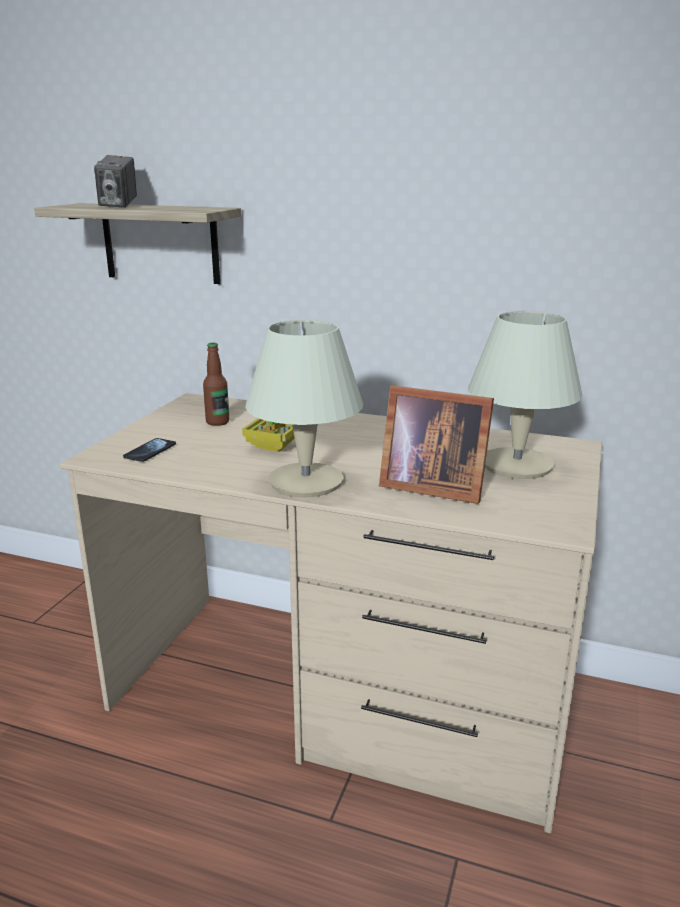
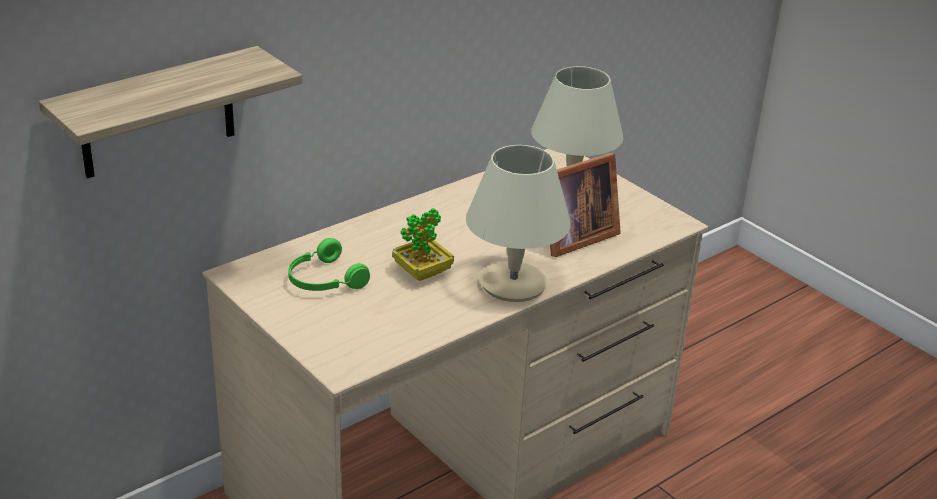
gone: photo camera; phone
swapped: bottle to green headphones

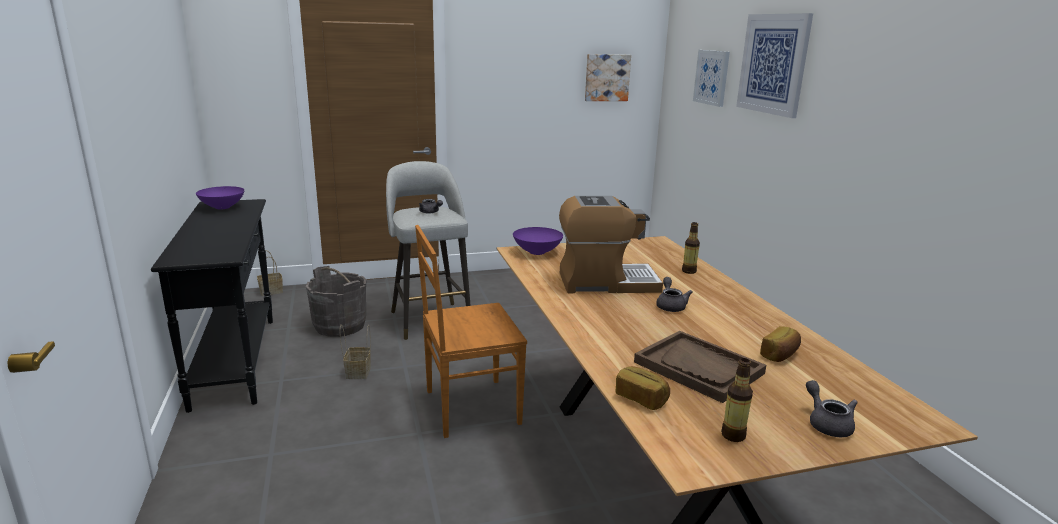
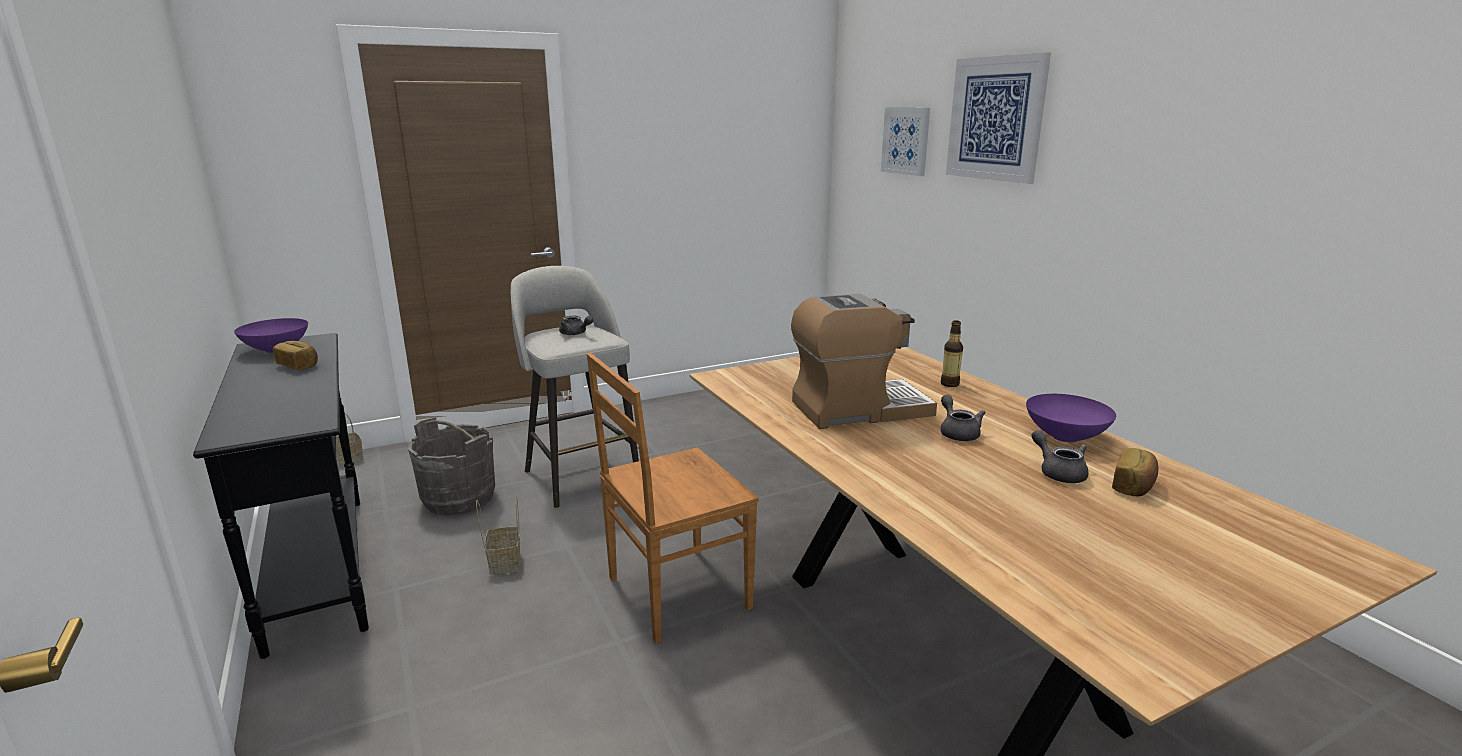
gone: picture (no. 1 from left); brown tray; bottle (no. 2 from left)
shifted: purple bowl (no. 2 from left); bread (no. 1 from left); grey teapot (no. 3 from left)

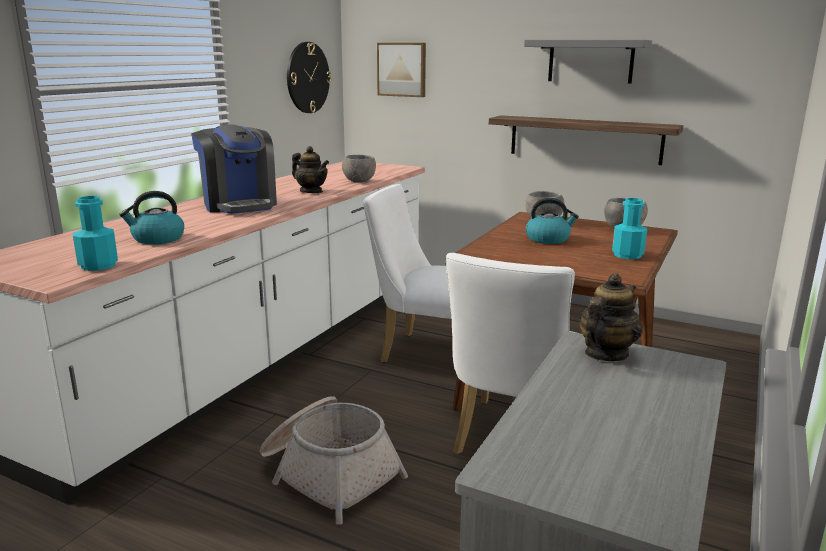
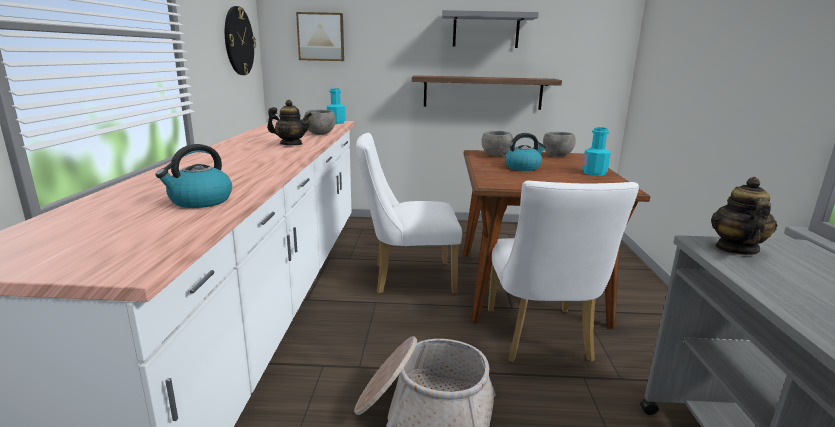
gone: coffee machine
shifted: turquoise bottle (no. 1 from left)

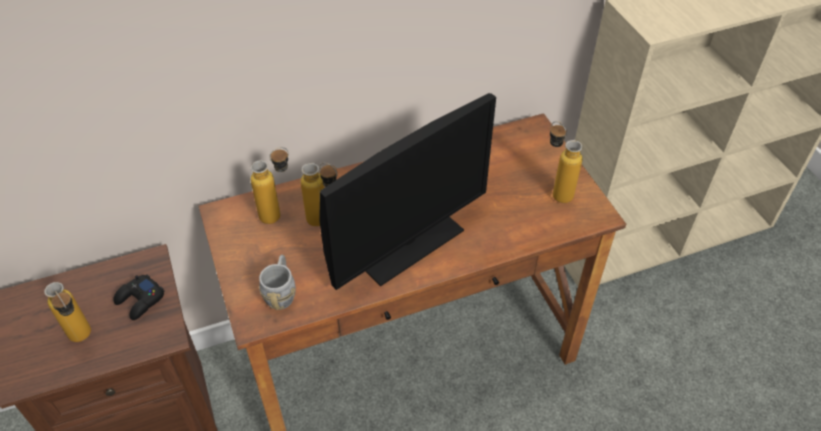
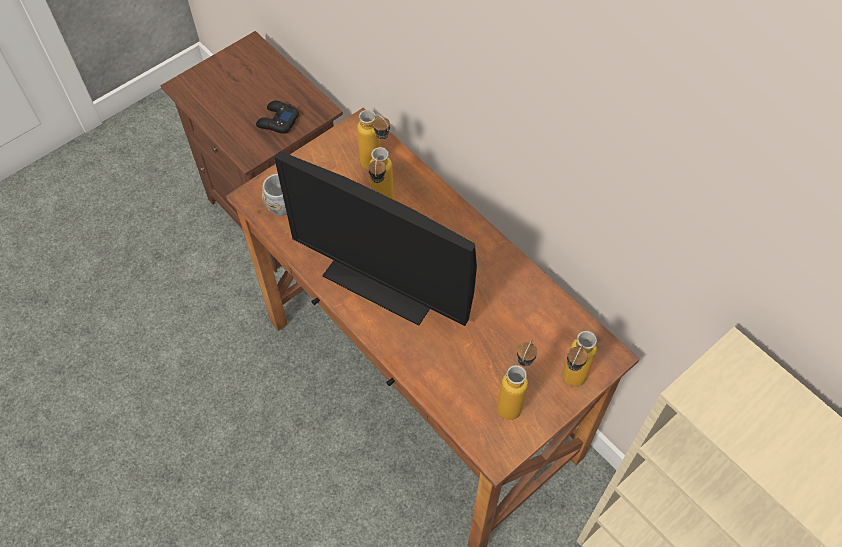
shifted: bottle (no. 1 from left in the first image) to bottle (no. 4 from left)

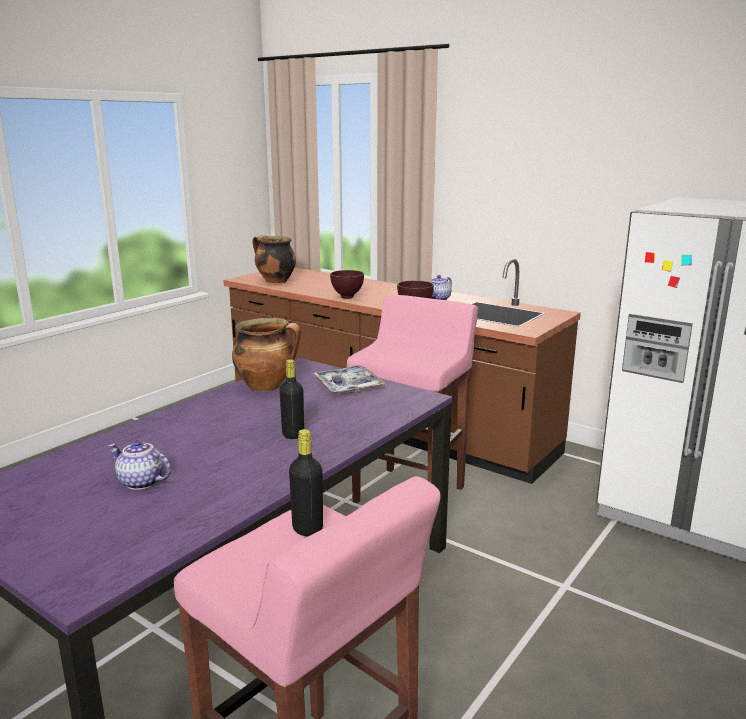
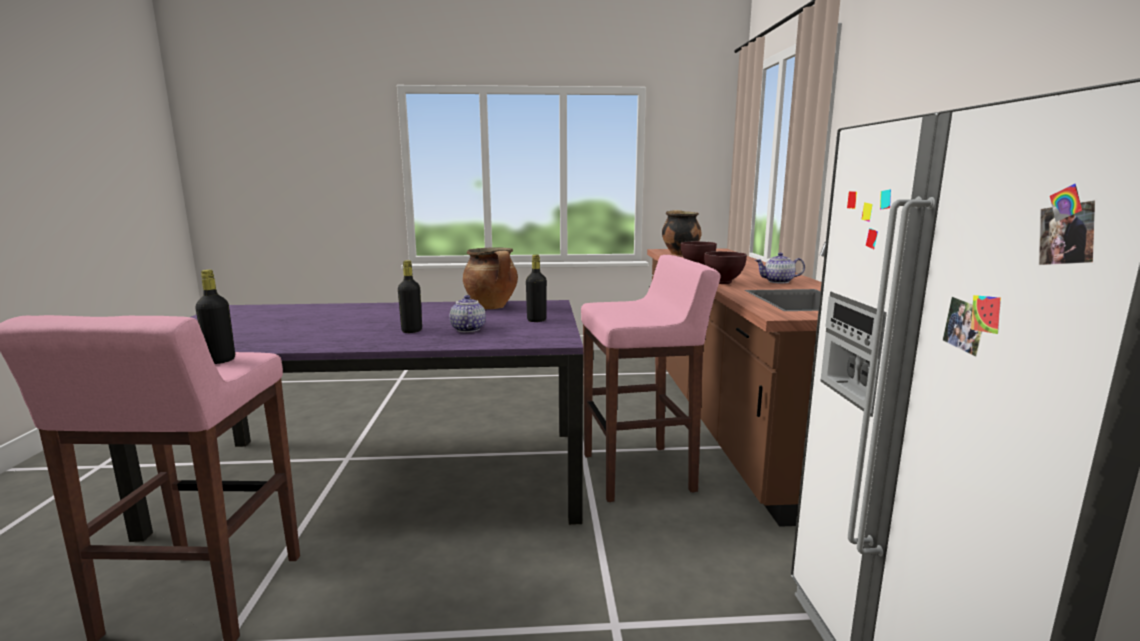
shifted: teapot (no. 1 from left)
swapped: tray to black bottle (no. 3 from left)

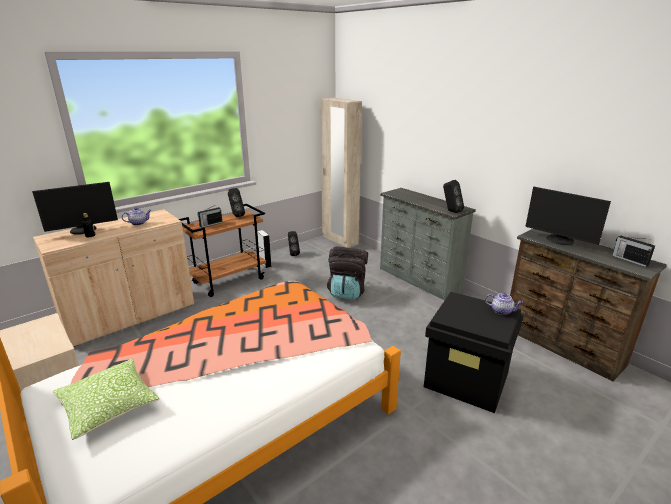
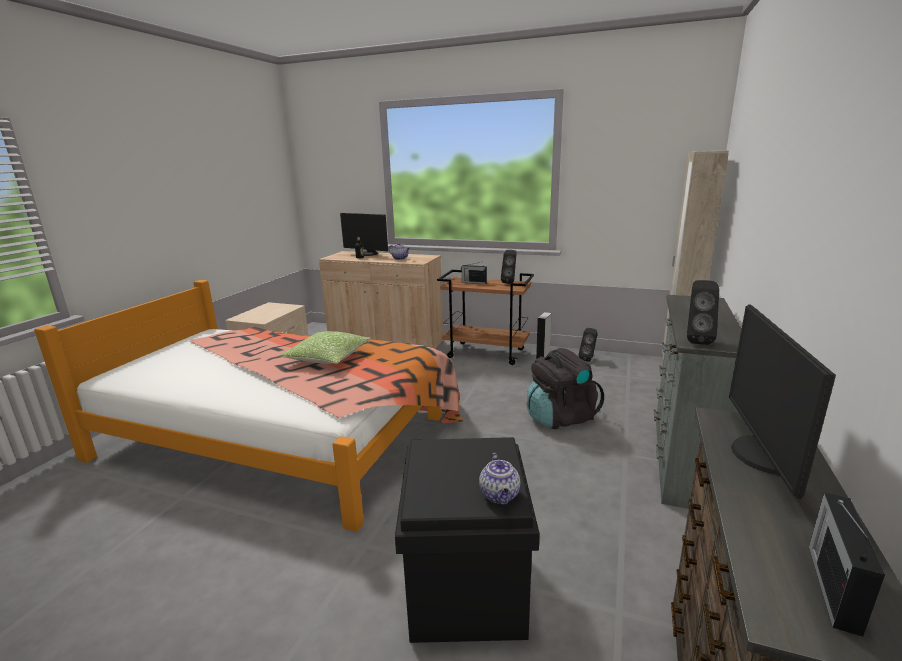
shifted: pillow

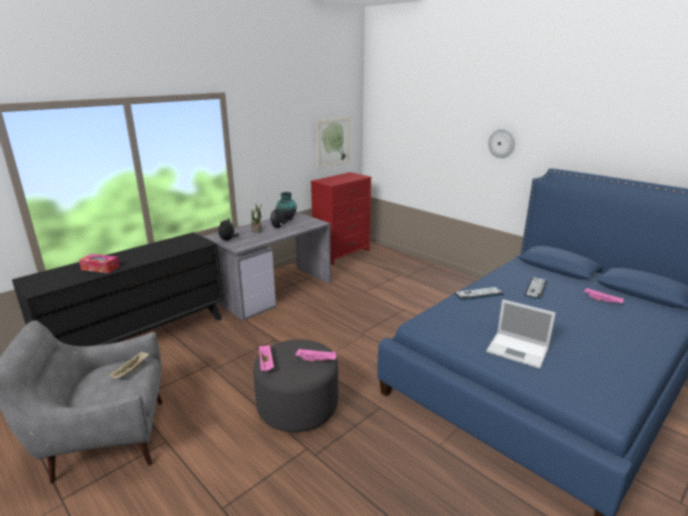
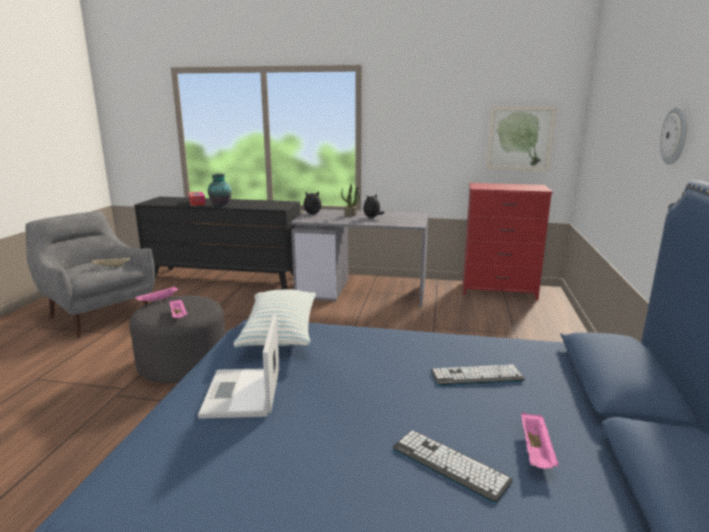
new: pillow
shifted: vase; keyboard (no. 1 from left)

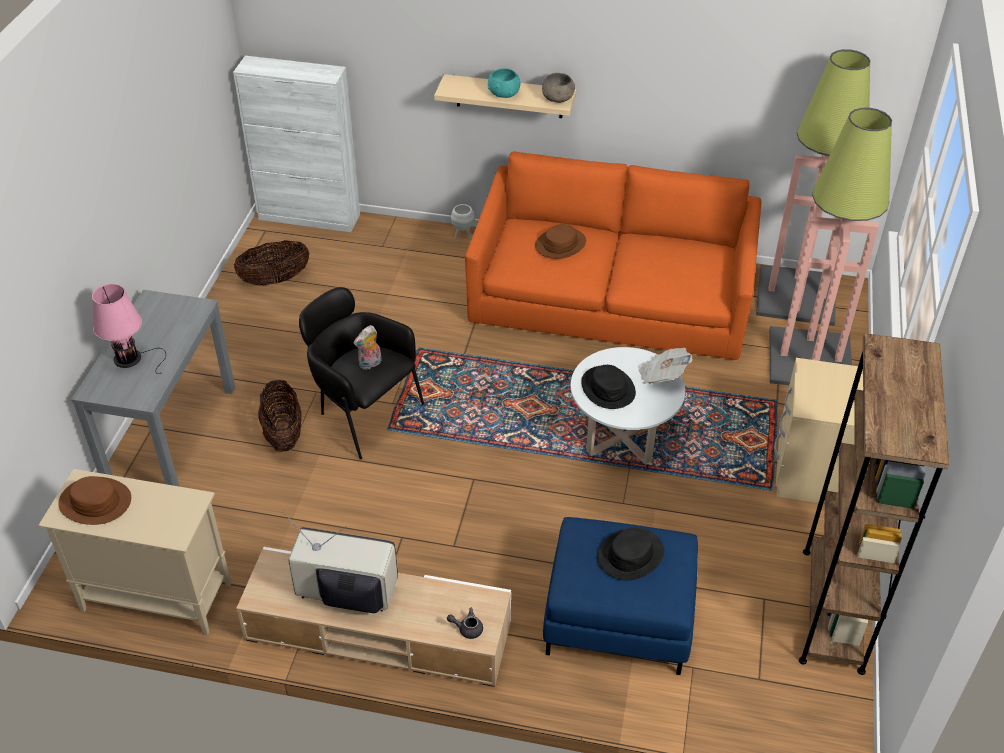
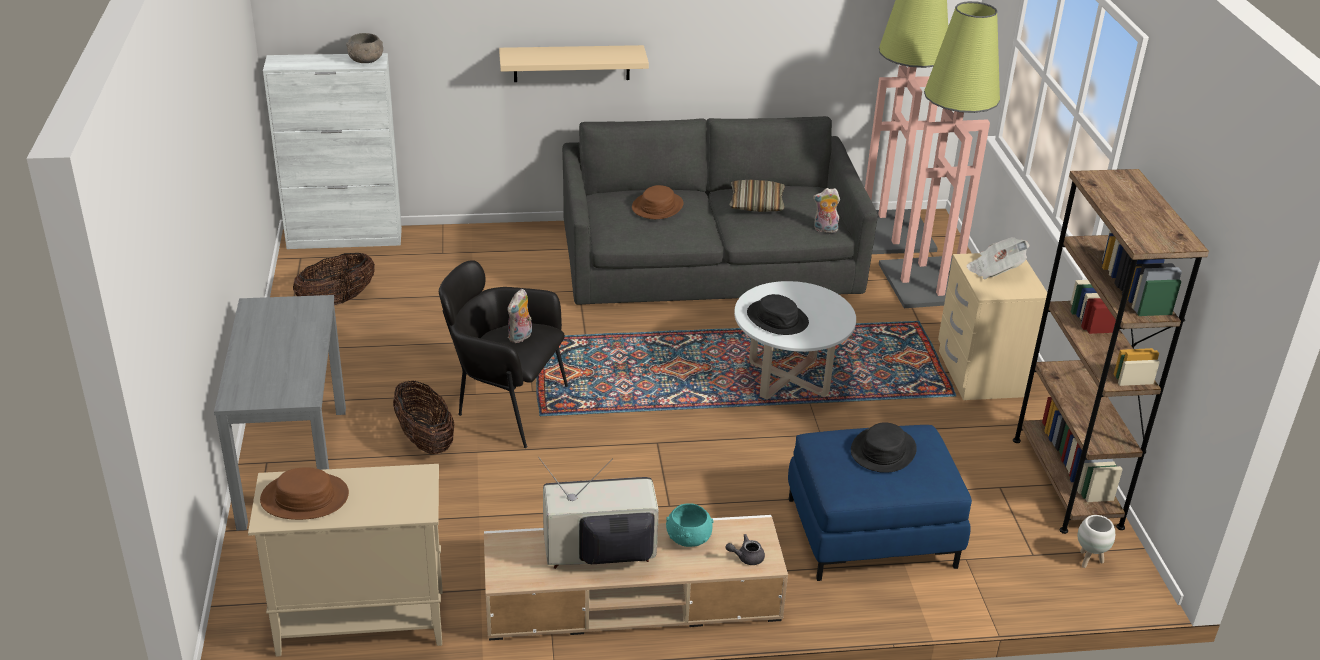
gone: pink table lamp
new: pillow; plush toy (no. 2 from left)
shifted: turquoise bowl; grey bowl; white planter; newspaper
repainted: orange sofa to grey sofa

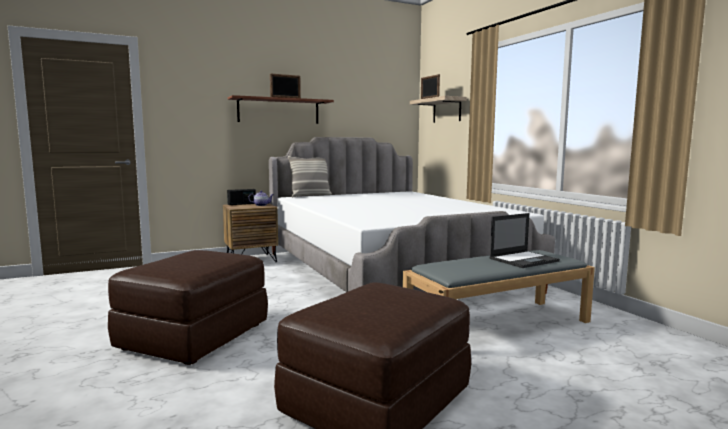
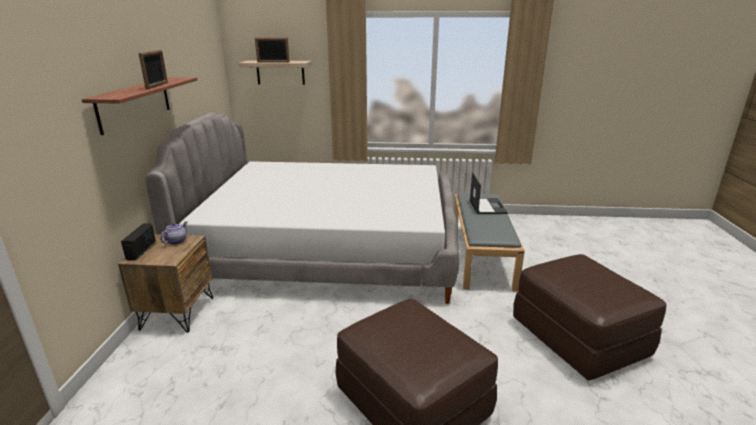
gone: pillow

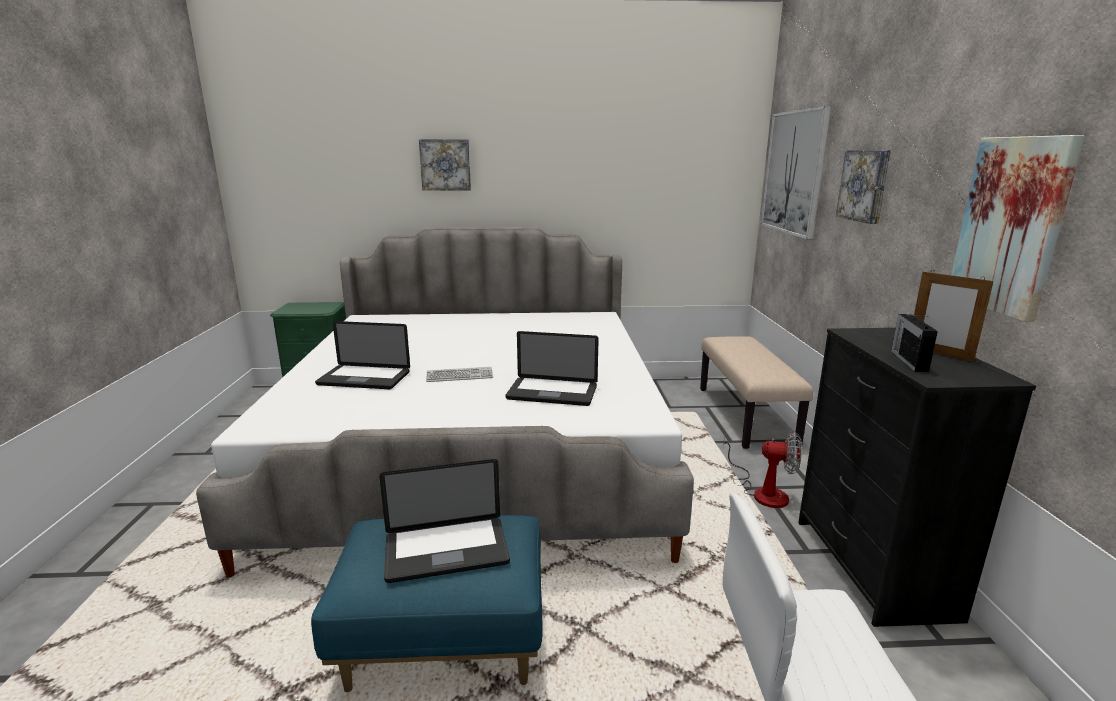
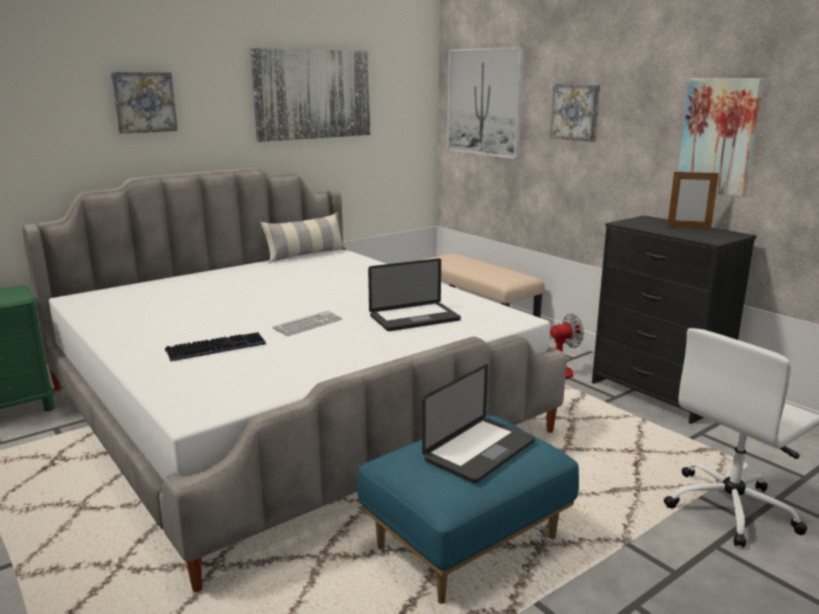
gone: radio
new: picture (no. 2 from left); pillow
swapped: laptop (no. 1 from left) to keyboard (no. 1 from left)

